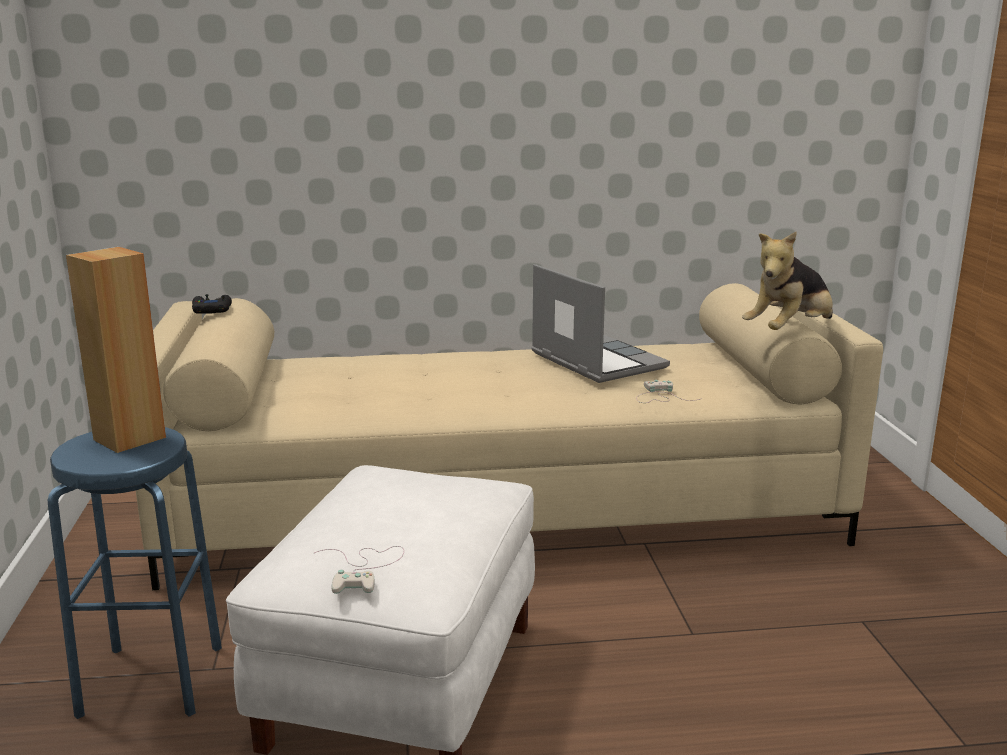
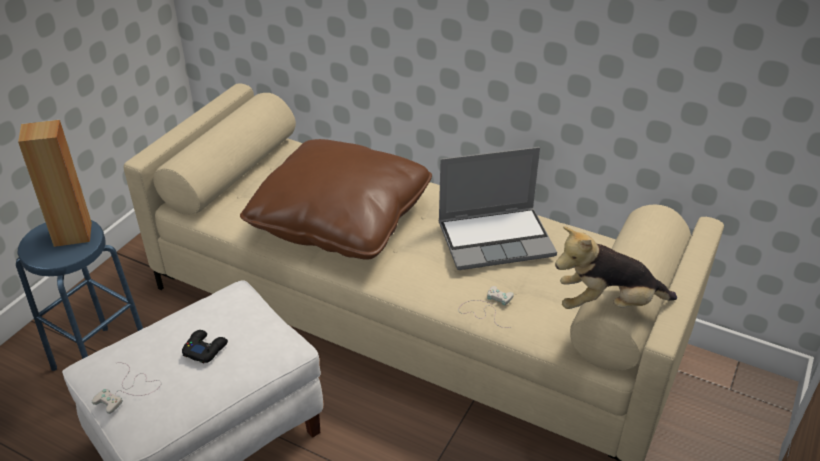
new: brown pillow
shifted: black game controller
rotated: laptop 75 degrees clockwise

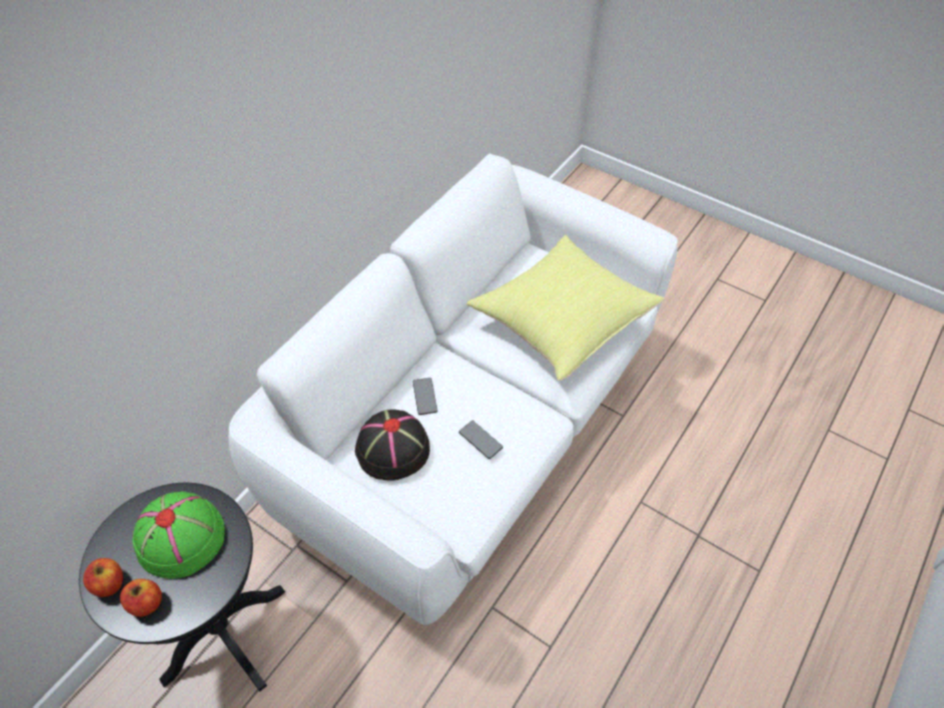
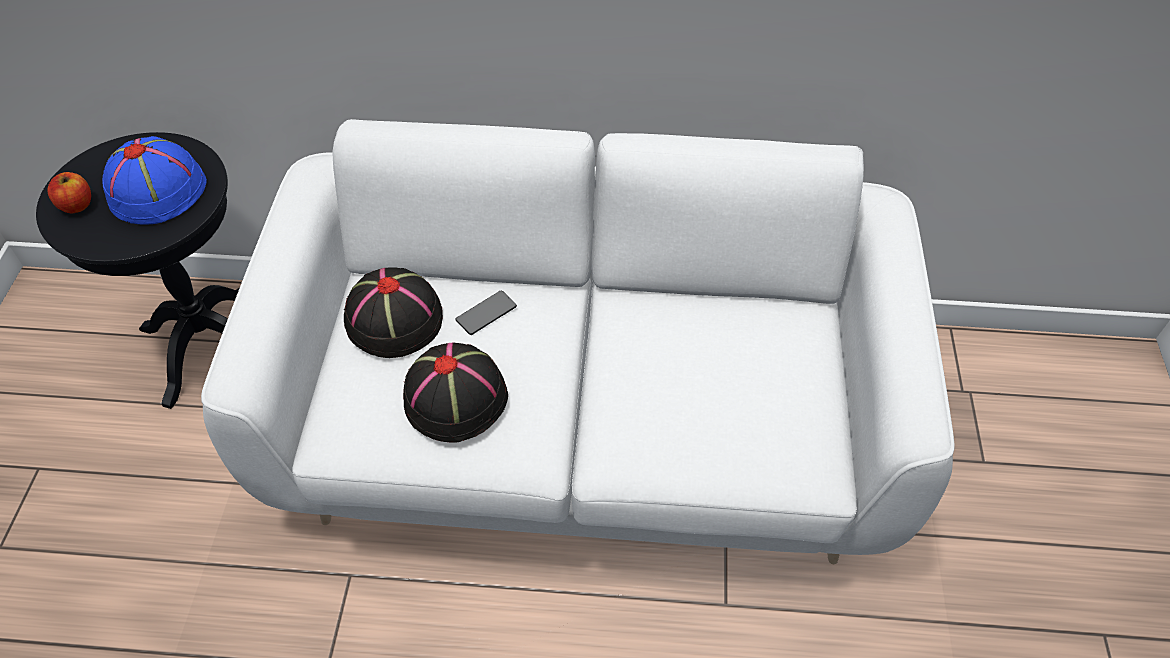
gone: yellow pillow; apple (no. 1 from left)
swapped: phone (no. 2 from left) to black hat (no. 2 from left)
repainted: green hat to blue hat

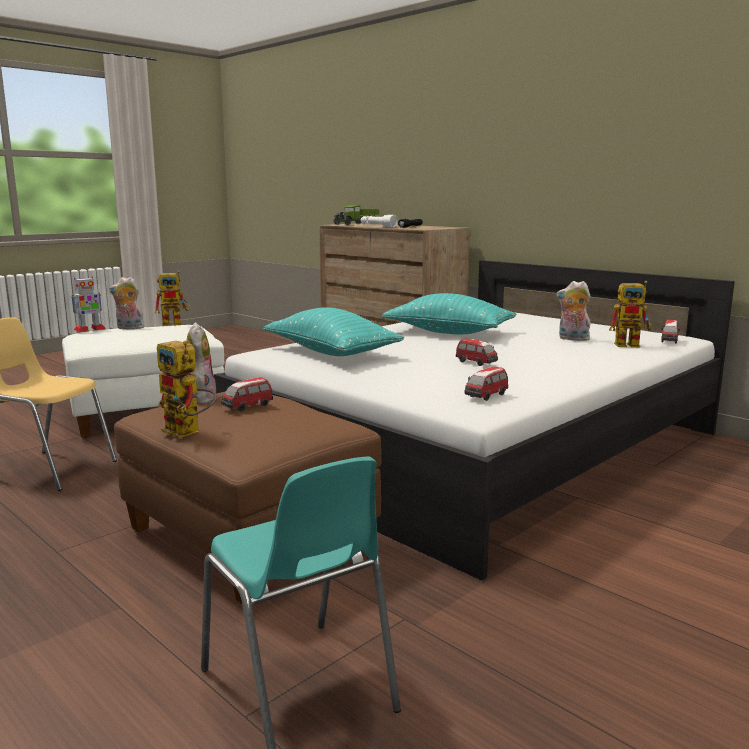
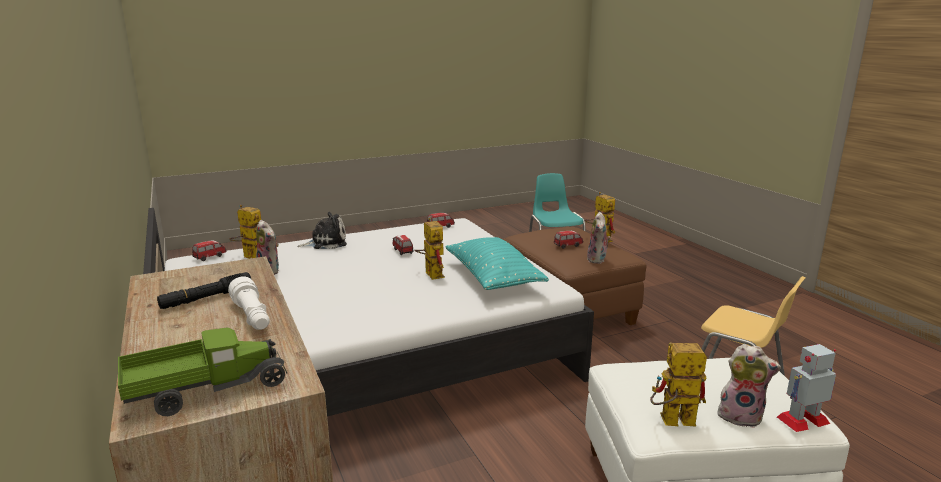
gone: turquoise pillow (no. 2 from left)
new: plush toy (no. 2 from left); toy robot (no. 2 from left)

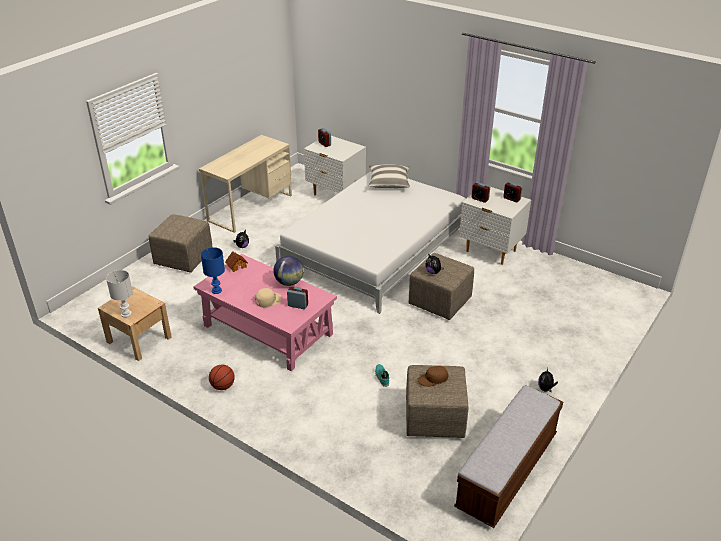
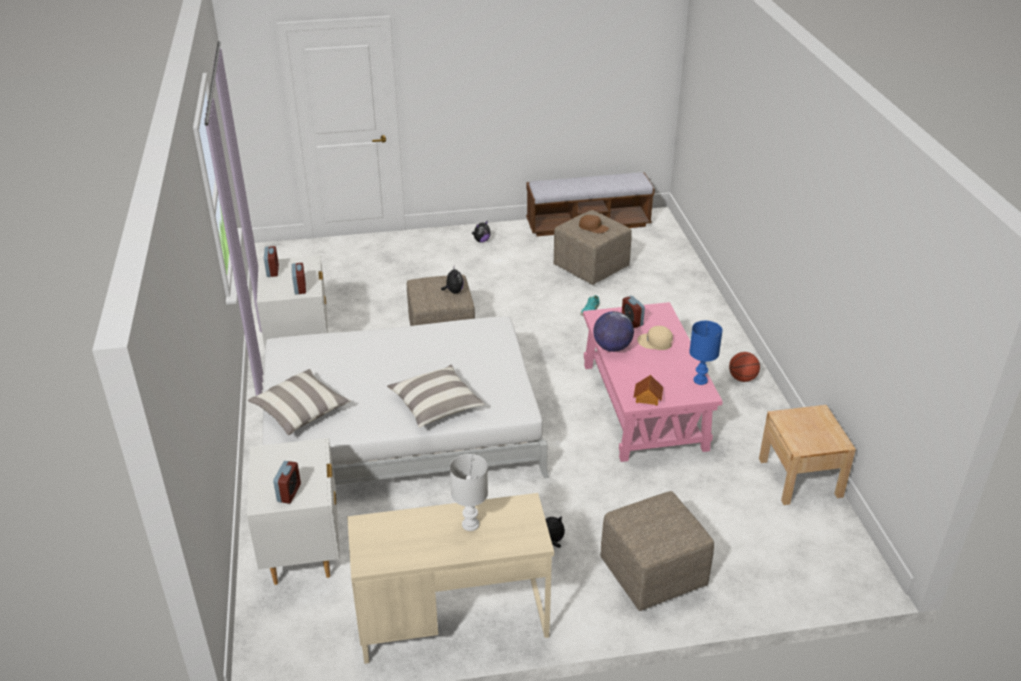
new: pillow (no. 2 from left)
shifted: white table lamp

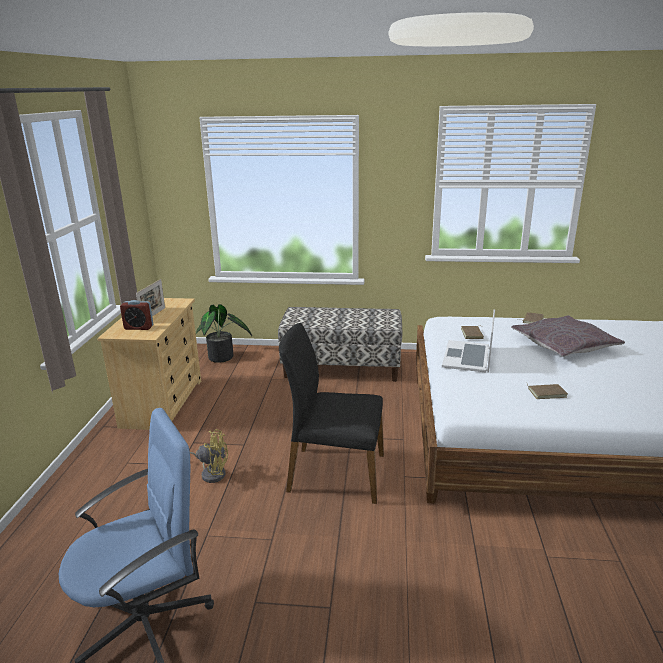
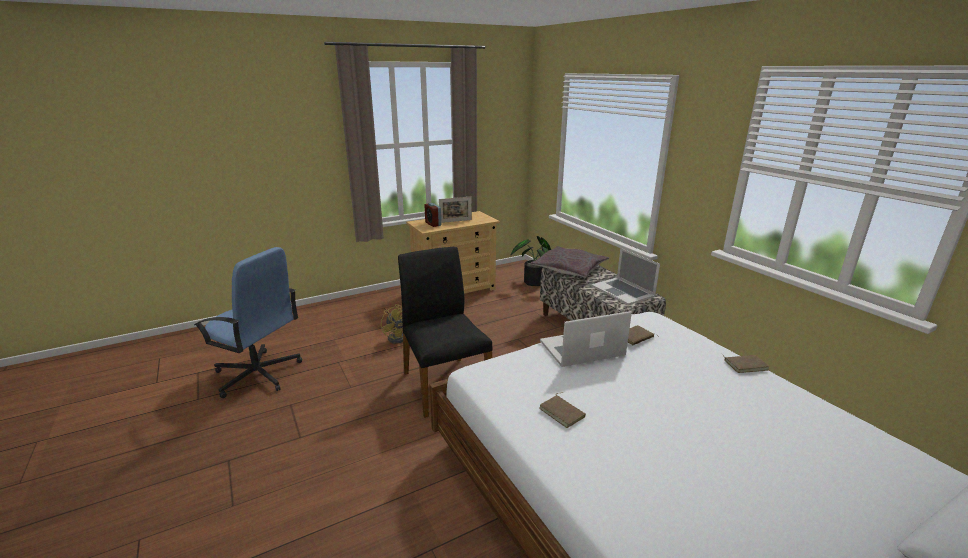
new: laptop (no. 2 from left)
shifted: grey pillow

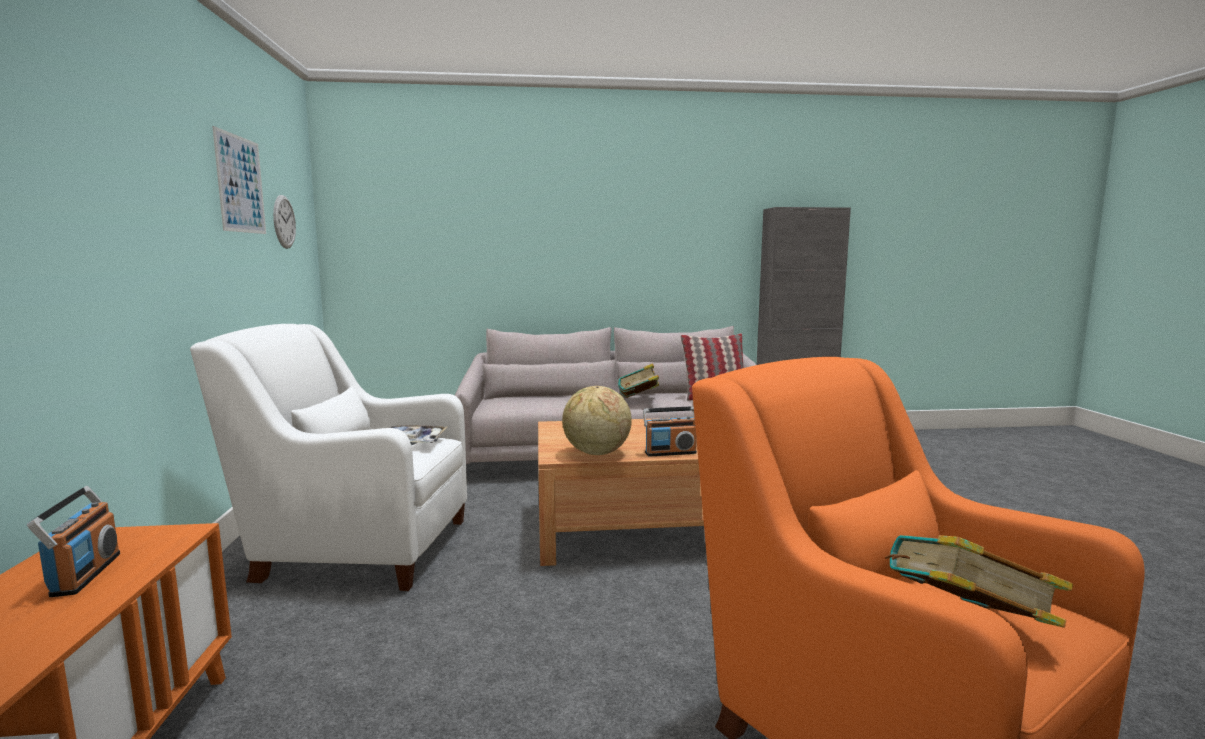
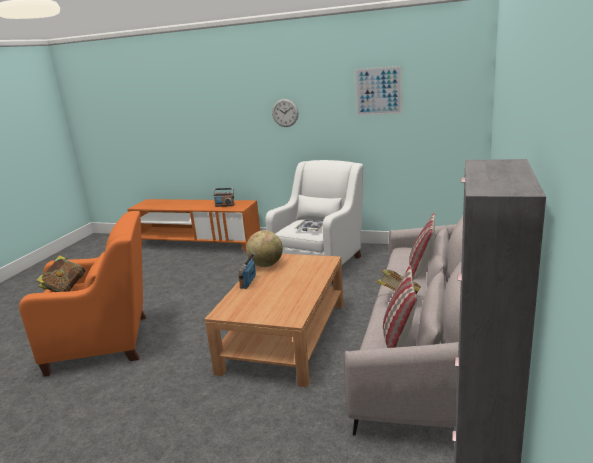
new: pillow (no. 2 from left)
shifted: wall clock

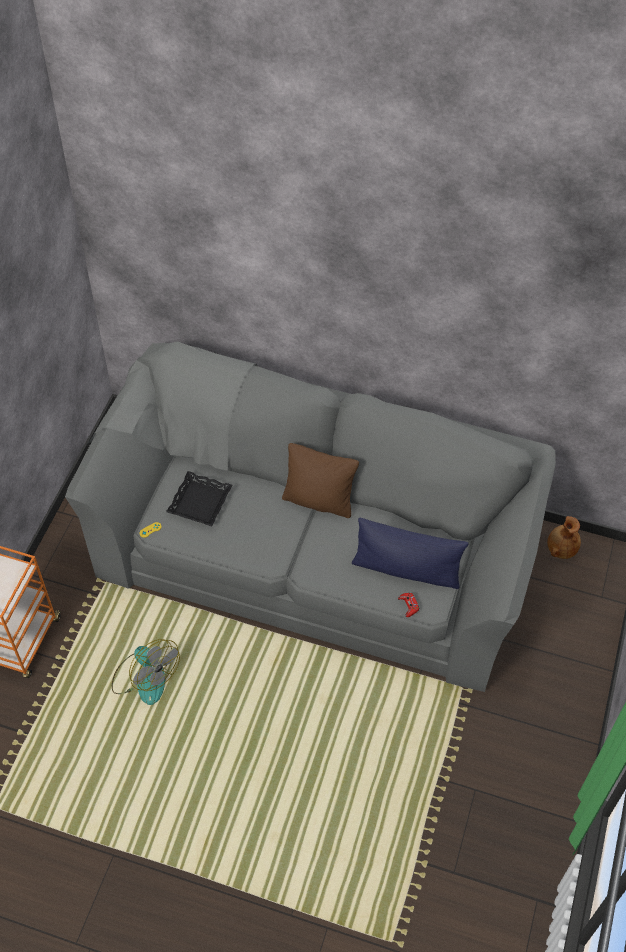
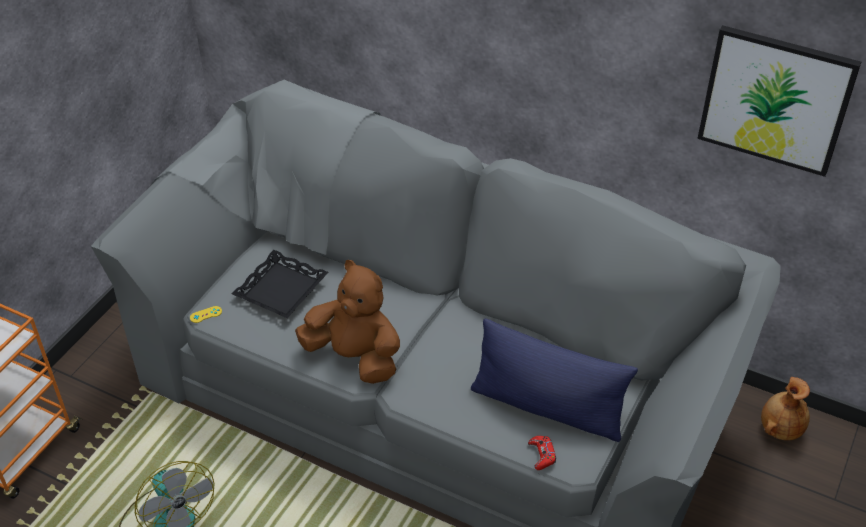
gone: brown pillow
new: picture; brown plush toy

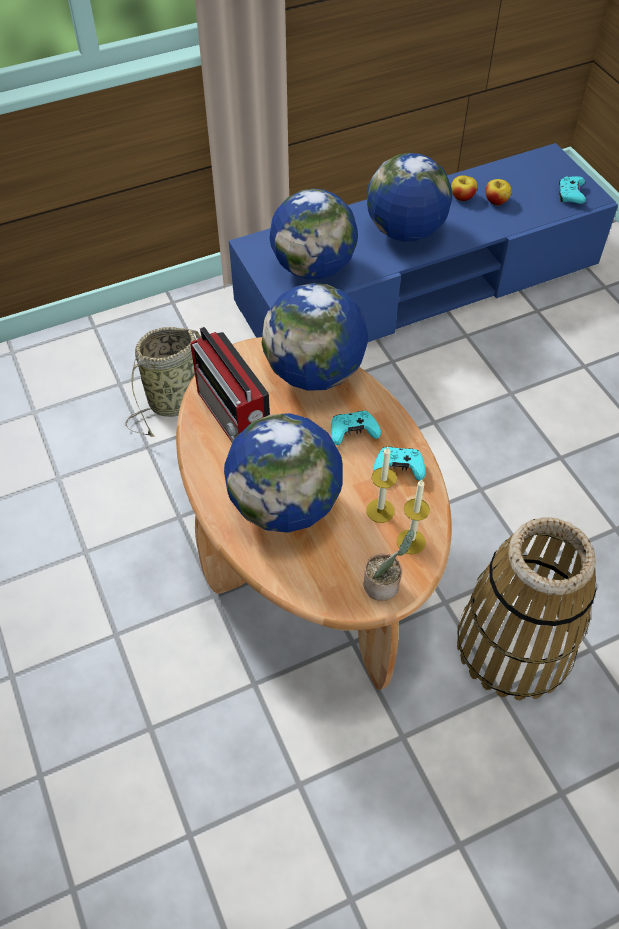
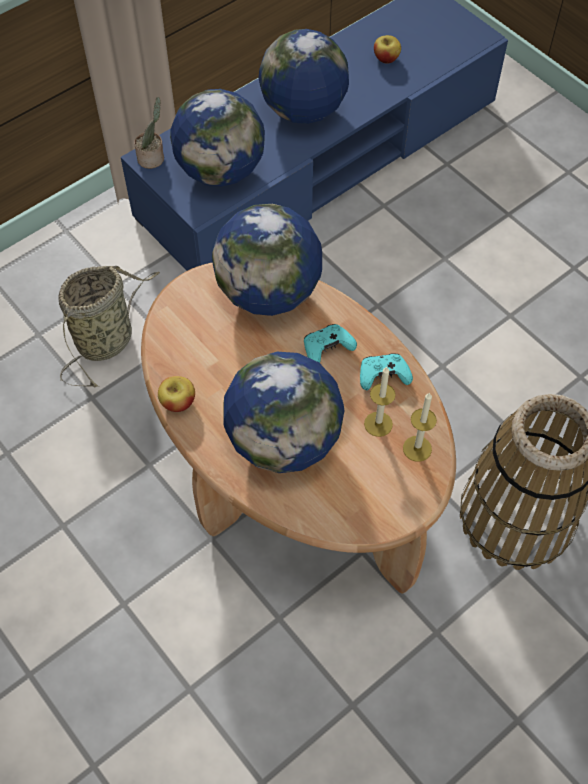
gone: turquoise game controller (no. 3 from left); radio
shifted: apple (no. 1 from left); potted plant

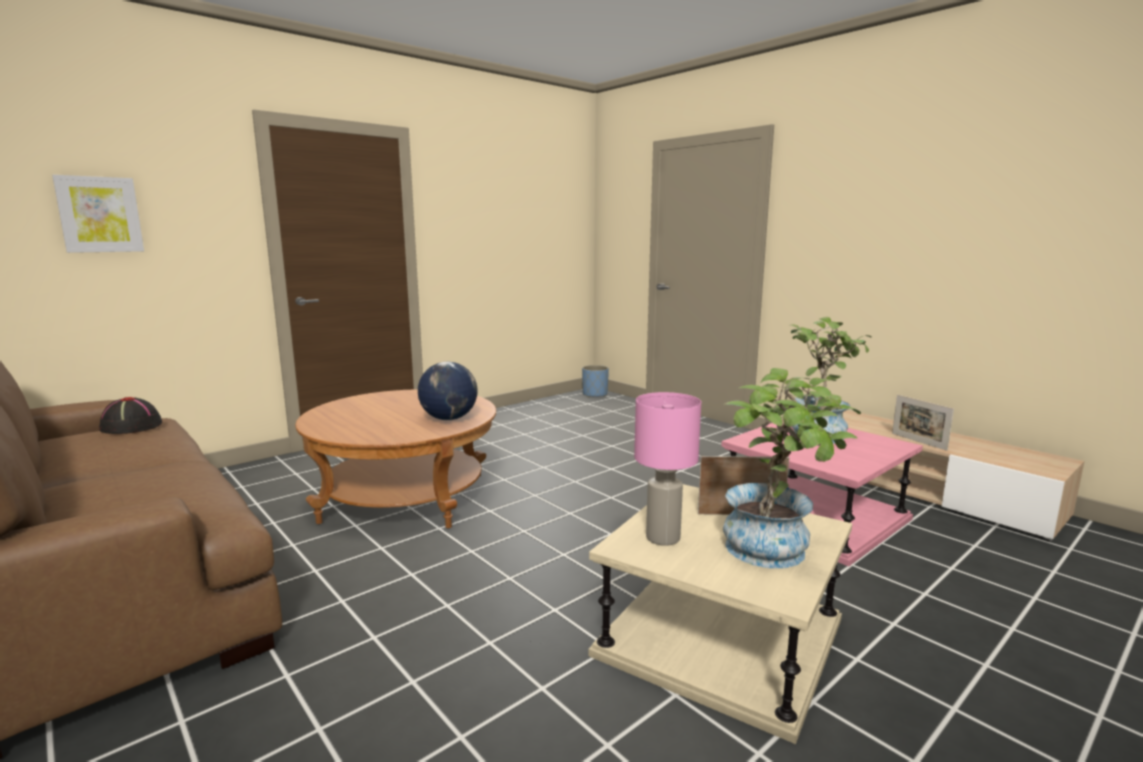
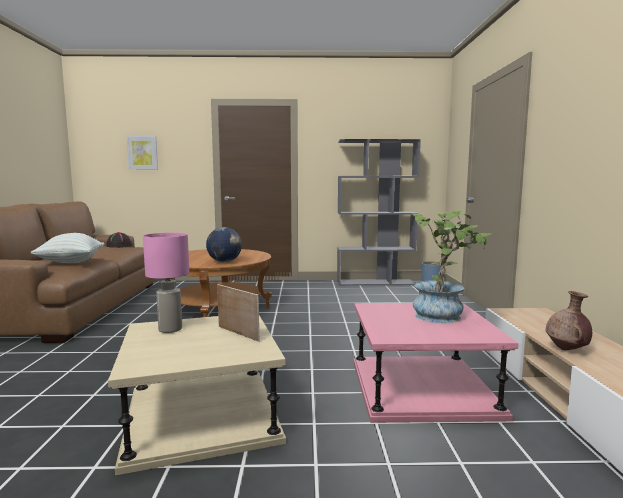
gone: potted plant (no. 1 from left)
new: grey bookcase; pillow
swapped: picture frame (no. 2 from left) to brown vase

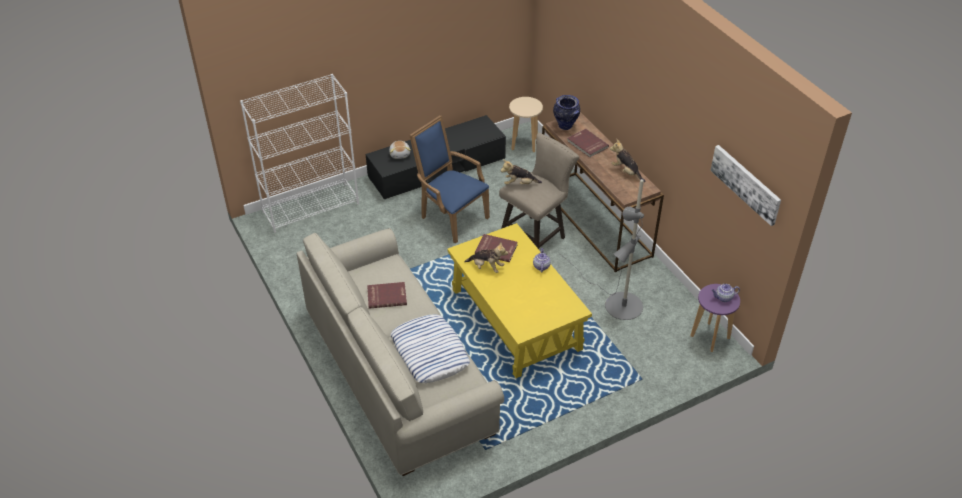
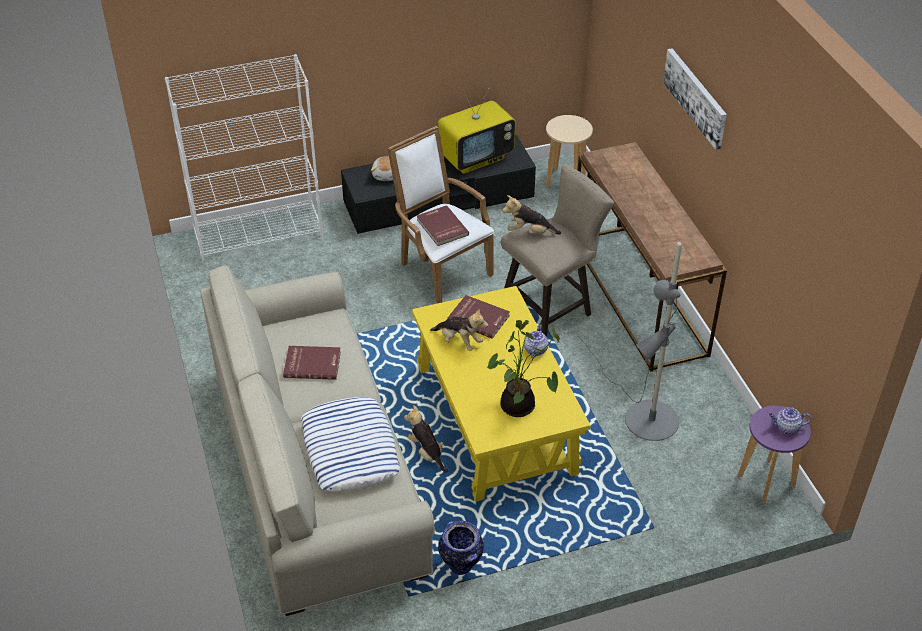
new: television; potted plant
shifted: vase; red book (no. 3 from left in the first image) to red book (no. 2 from left); plush toy (no. 4 from left in the first image) to plush toy (no. 2 from left); picture
repainted: blue armchair to white armchair

